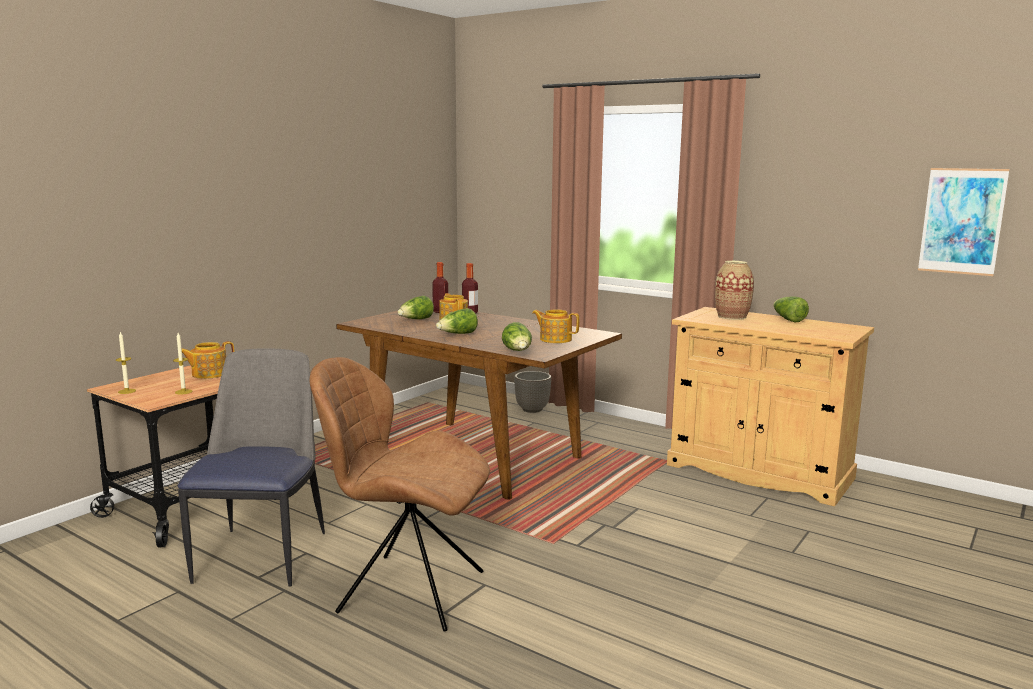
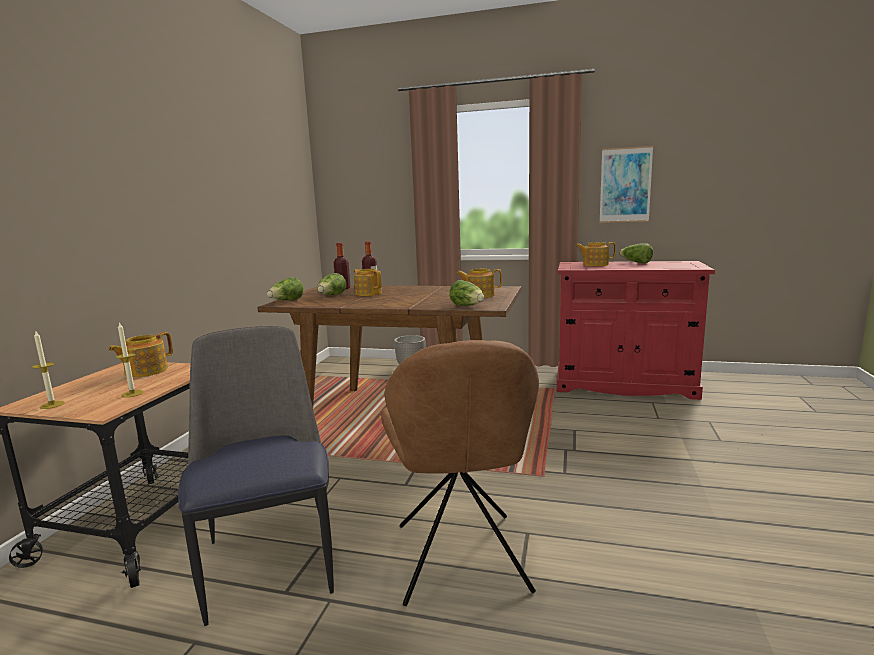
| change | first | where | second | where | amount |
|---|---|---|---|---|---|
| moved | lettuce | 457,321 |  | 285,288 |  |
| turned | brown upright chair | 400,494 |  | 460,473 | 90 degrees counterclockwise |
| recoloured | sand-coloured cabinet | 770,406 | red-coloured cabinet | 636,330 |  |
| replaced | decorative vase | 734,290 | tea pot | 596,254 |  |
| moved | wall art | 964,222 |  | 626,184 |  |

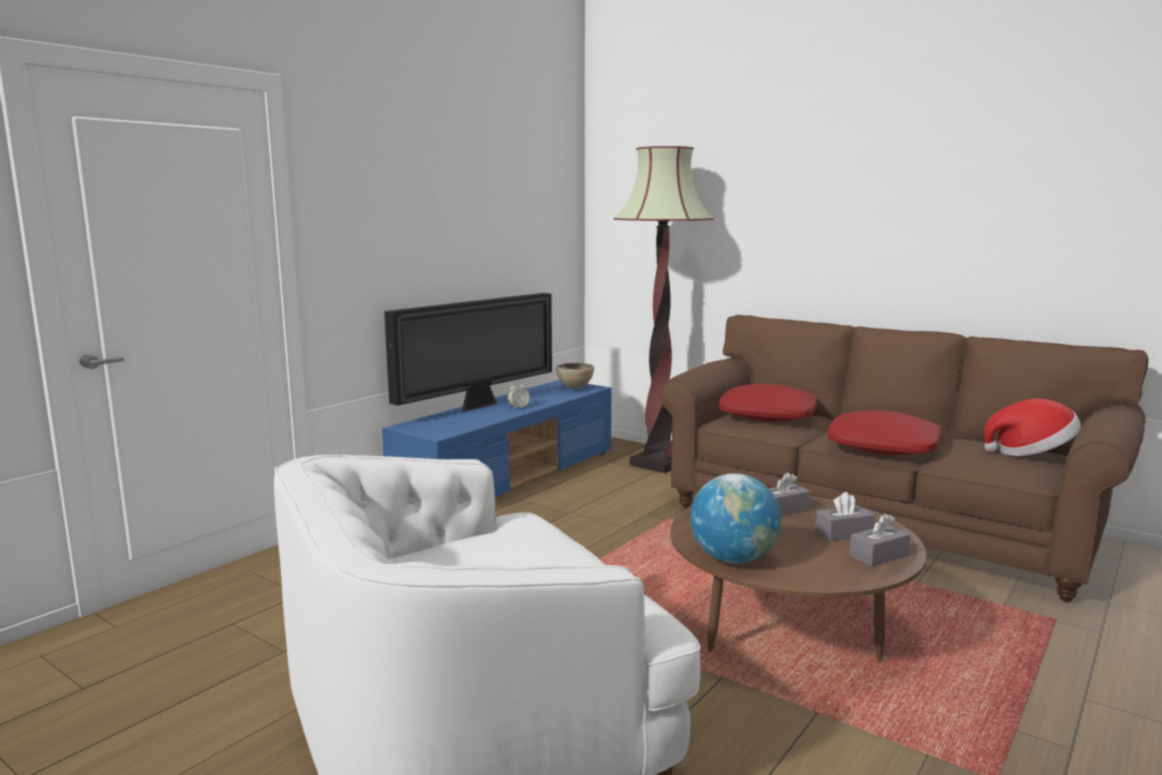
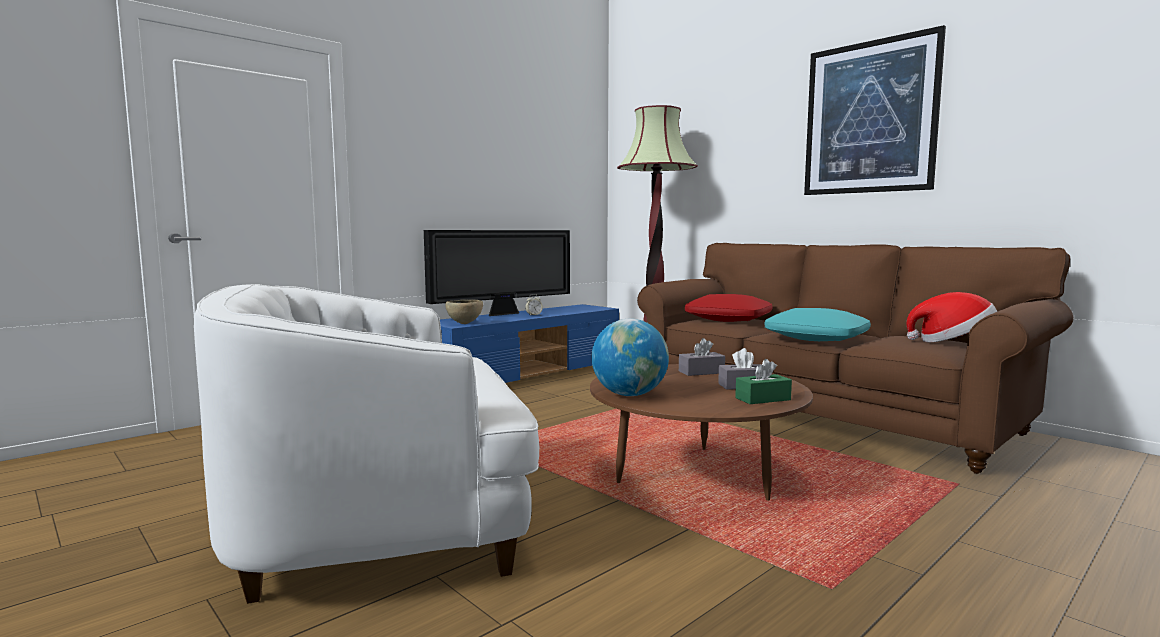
| change | first | where | second | where | amount |
|---|---|---|---|---|---|
| moved | brown serving bowl | 575,376 |  | 464,312 |  |
| recoloured | greyish box of tissues | 879,540 | green box of tissues | 763,381 |  |
| recoloured | red-coloured pillow | 884,432 | blue-green pillow | 817,324 |  |
| added |  |  | wall art | 875,110 |  |

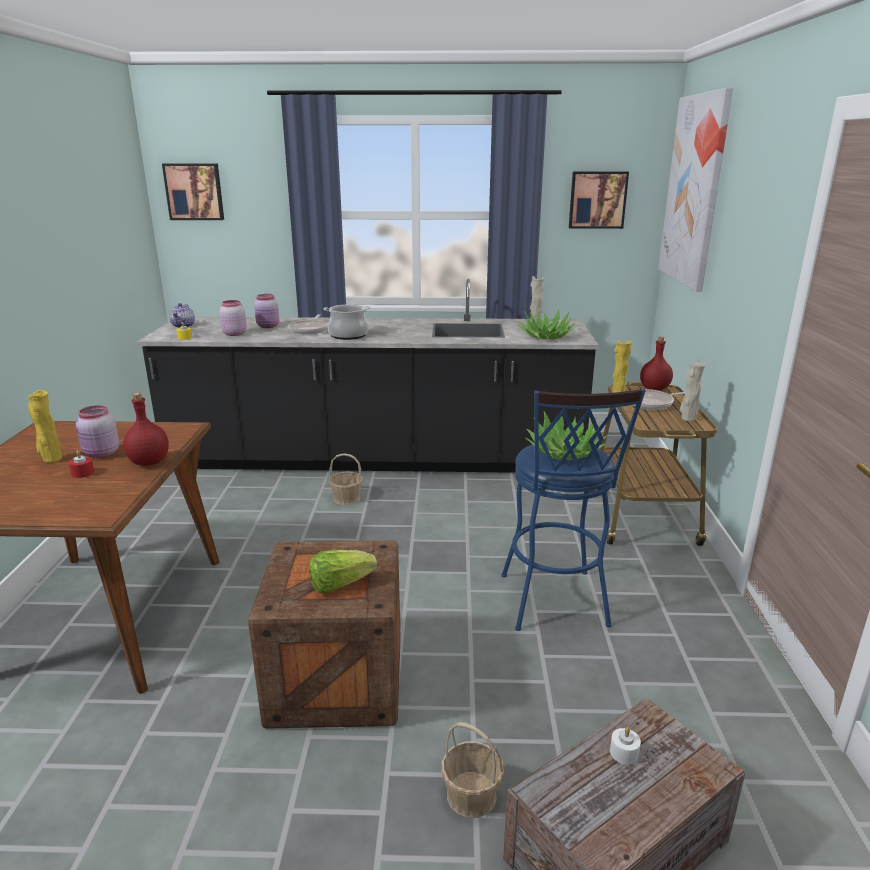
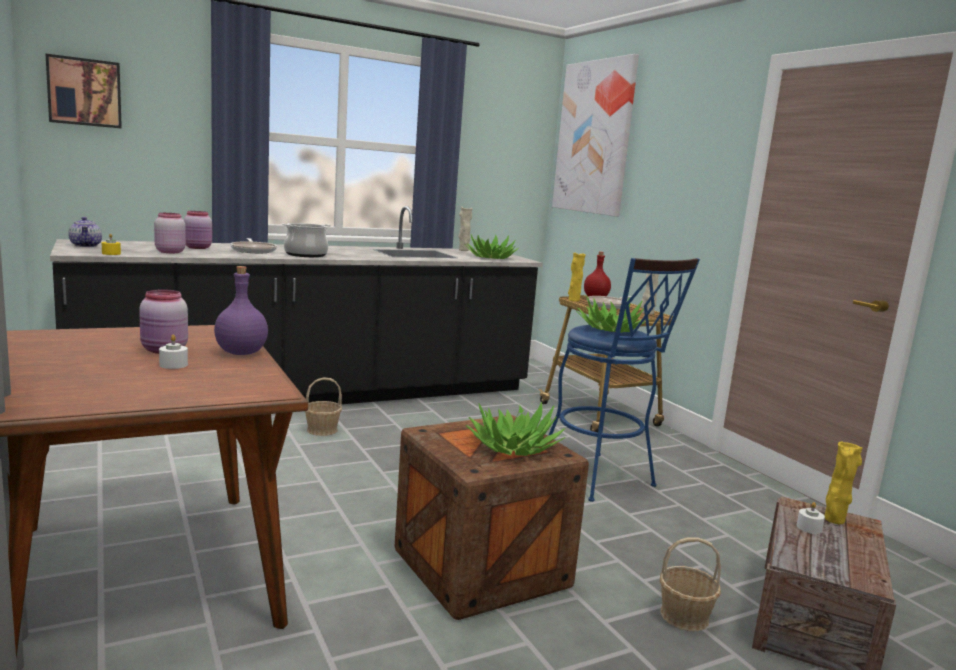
| change | first | where | second | where | amount |
|---|---|---|---|---|---|
| recoloured | red-coloured wax candle | 81,464 | white-coloured wax candle | 173,352 |  |
| recoloured | red-coloured bottle | 146,429 | purplish bottle | 241,310 |  |
| replaced | lettuce | 343,572 | houseplant | 515,429 |  |
| moved | yellow-coloured decorative vase | 45,426 |  | 843,483 |  |
| removed | wall art | 599,200 |  |  |  |

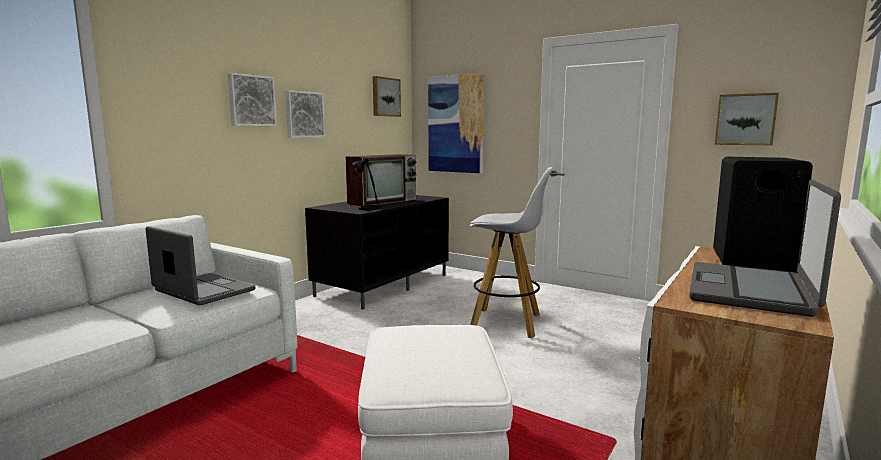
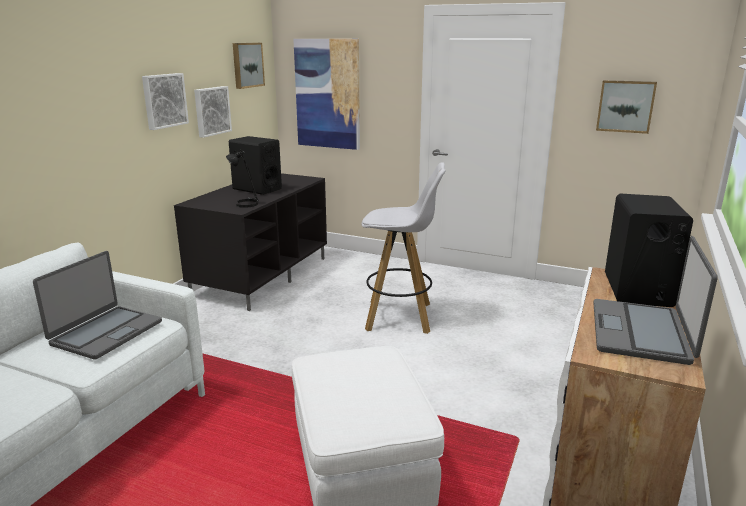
| change | first | where | second | where | amount |
|---|---|---|---|---|---|
| turned | notebook computer | 200,266 |  | 97,305 | 90 degrees clockwise |
| moved | wall art | 252,99 |  | 213,112 |  |
| replaced | TV set | 381,180 | blackish audio speaker | 255,165 |  |

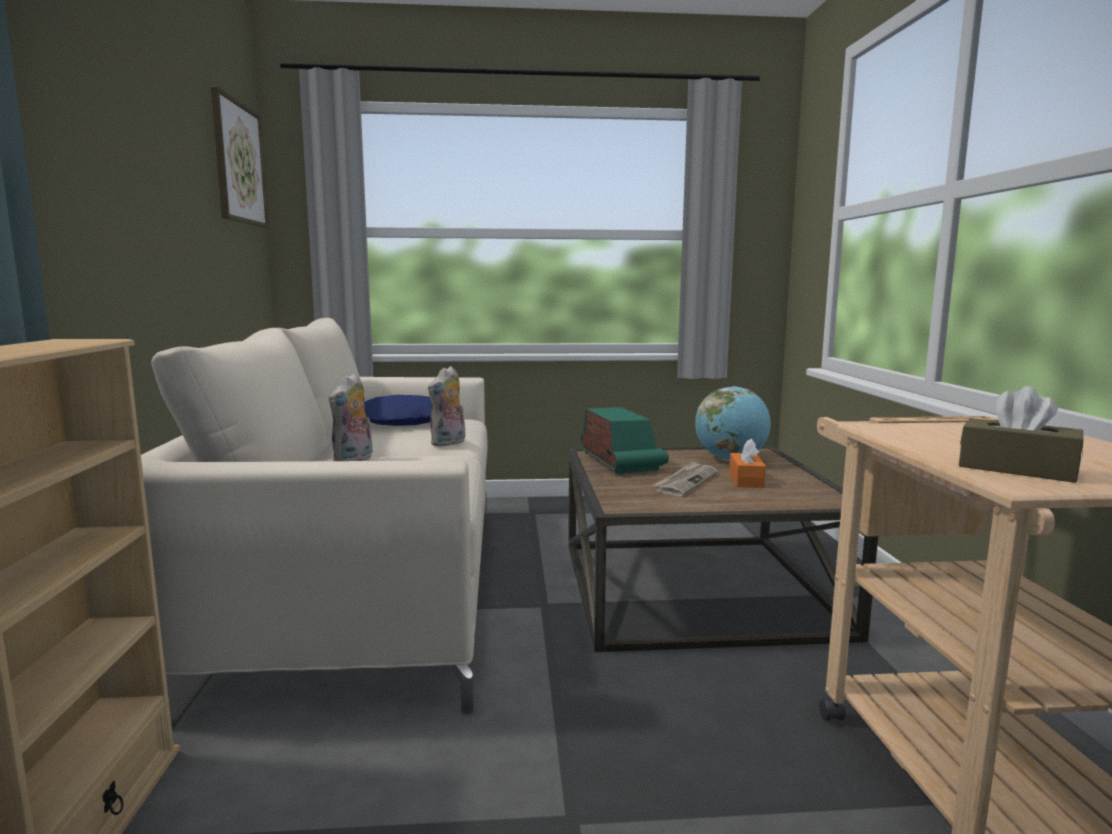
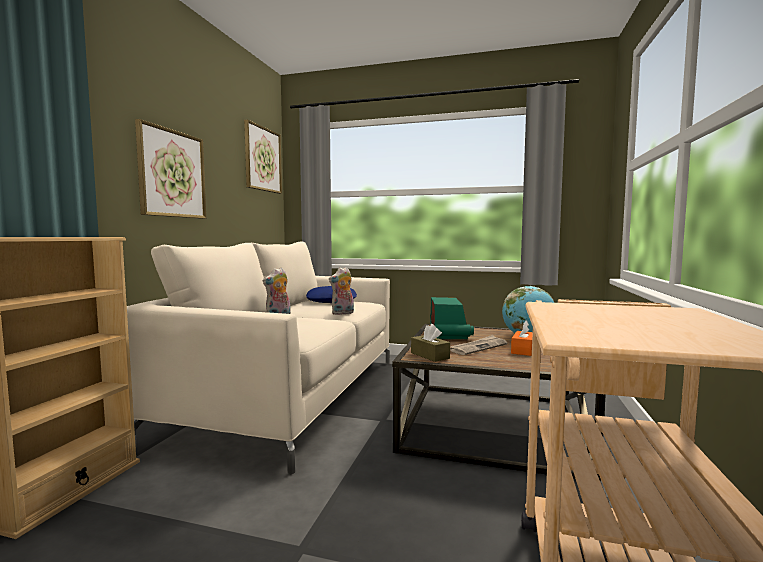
| change | first | where | second | where | amount |
|---|---|---|---|---|---|
| added |  |  | wall art | 170,169 |  |
| moved | brown box of tissues | 1021,434 |  | 430,343 |  |

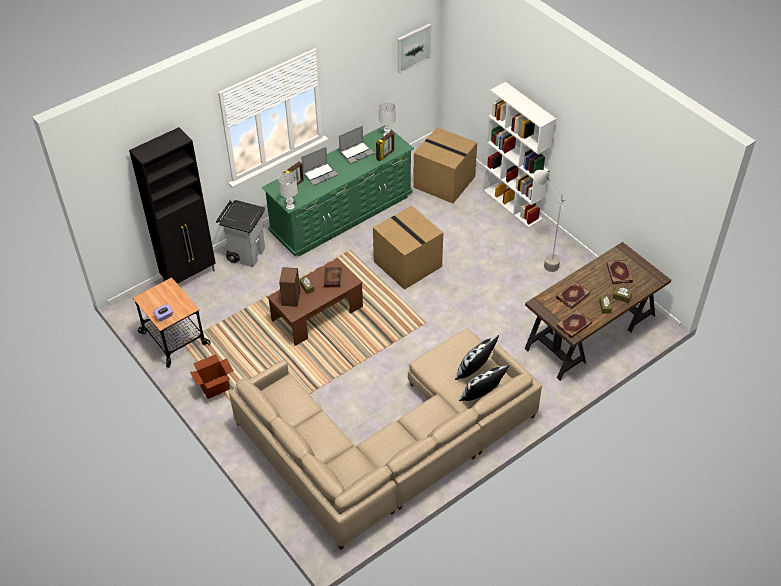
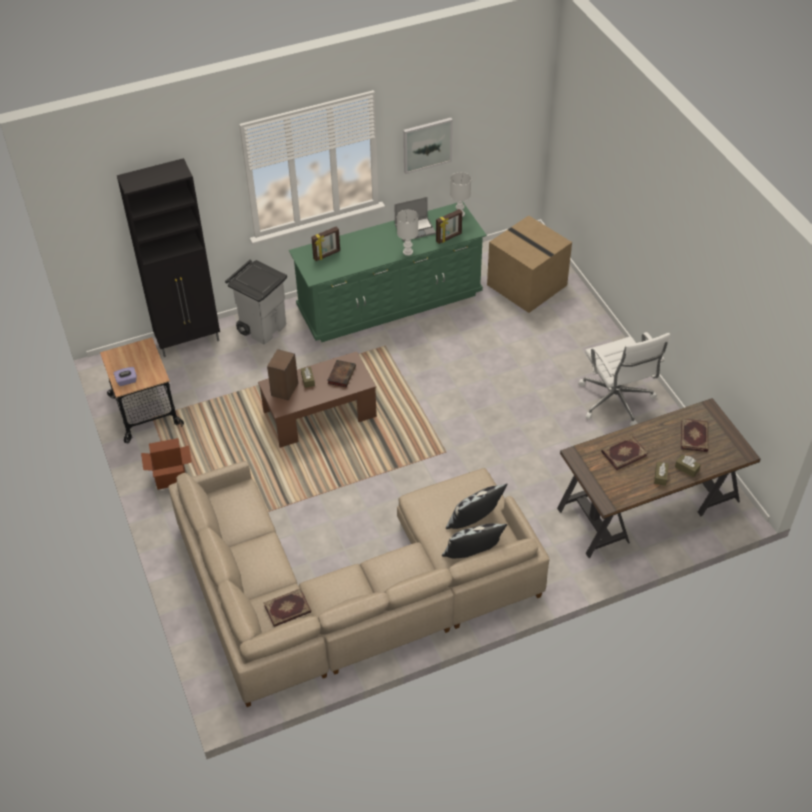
| change | first | where | second | where | amount |
|---|---|---|---|---|---|
| moved | volume | 574,324 |  | 287,607 |  |
| moved | white-coloured table lamp | 288,191 |  | 407,233 |  |
| moved | wall art | 414,48 |  | 428,146 |  |
| replaced | greyish standing lamp | 548,221 | white-coloured desk chair | 624,379 |  |
| removed | notebook computer | 319,166 |  |  |  |
| removed | cardboard box | 408,247 |  |  |  |
| removed | white-coloured bookcase | 519,155 |  |  |  |

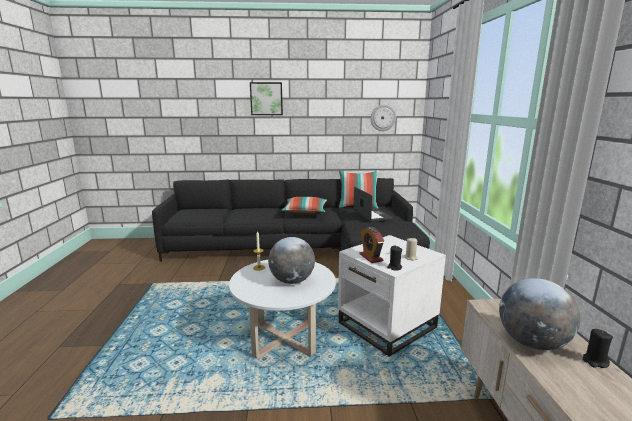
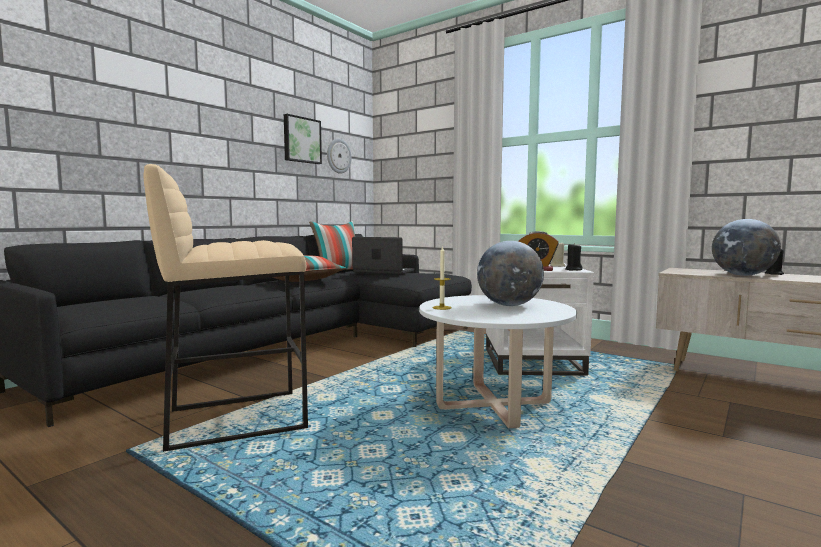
| change | first | where | second | where | amount |
|---|---|---|---|---|---|
| added |  |  | sand-coloured stool | 226,308 |  |
| moved | wall art | 266,98 |  | 303,139 |  |

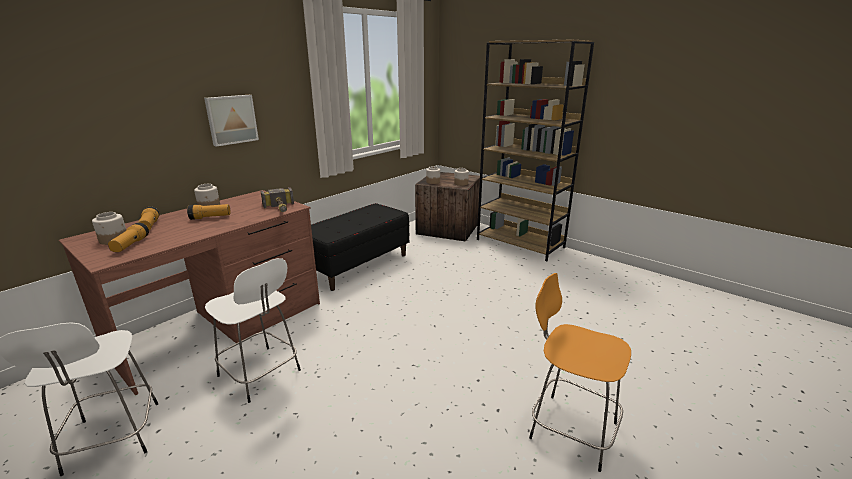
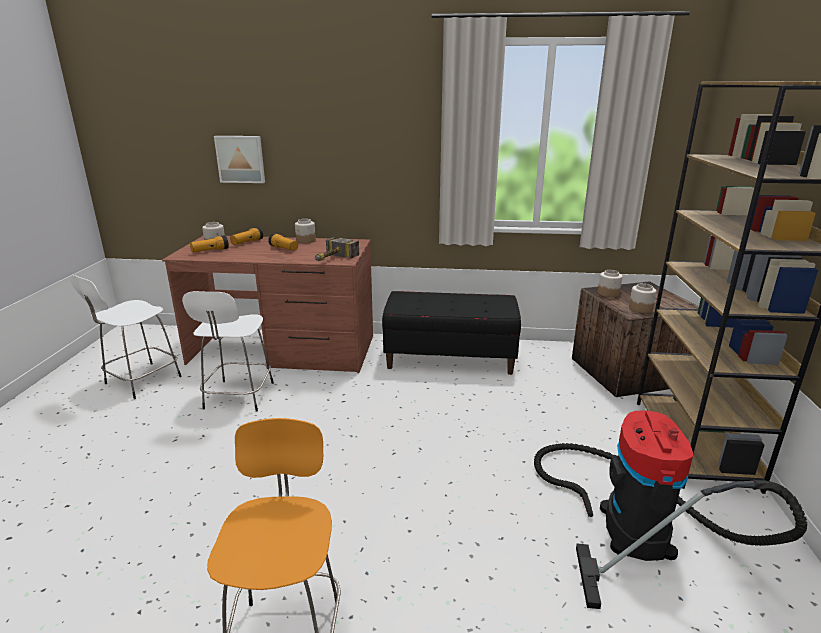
| change | first | where | second | where | amount |
|---|---|---|---|---|---|
| moved | wall art | 231,121 |  | 239,159 |  |
| added |  |  | vacuum | 670,509 |  |

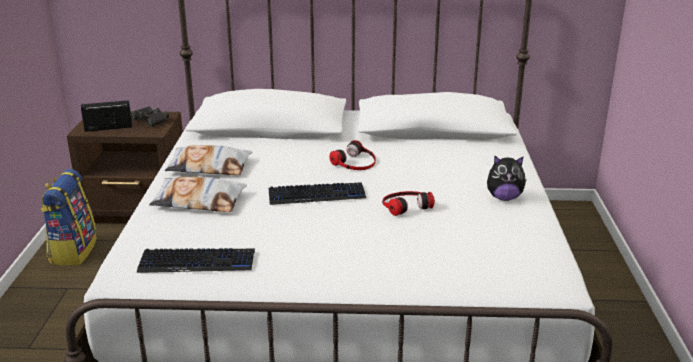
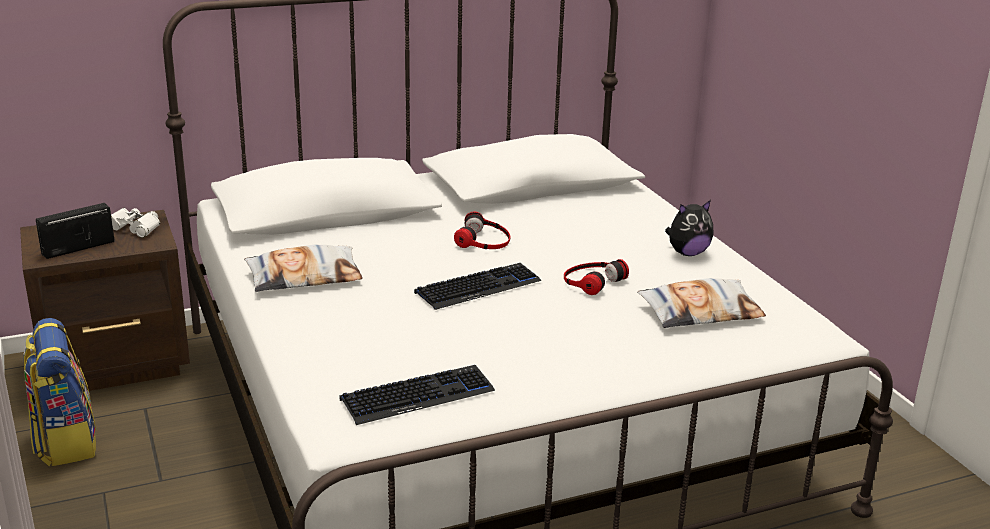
| change | first | where | second | where | amount |
|---|---|---|---|---|---|
| recoloured | blackish binoculars | 150,116 | white-coloured binoculars | 135,223 |  |
| moved | pillow | 198,194 |  | 701,303 |  |

